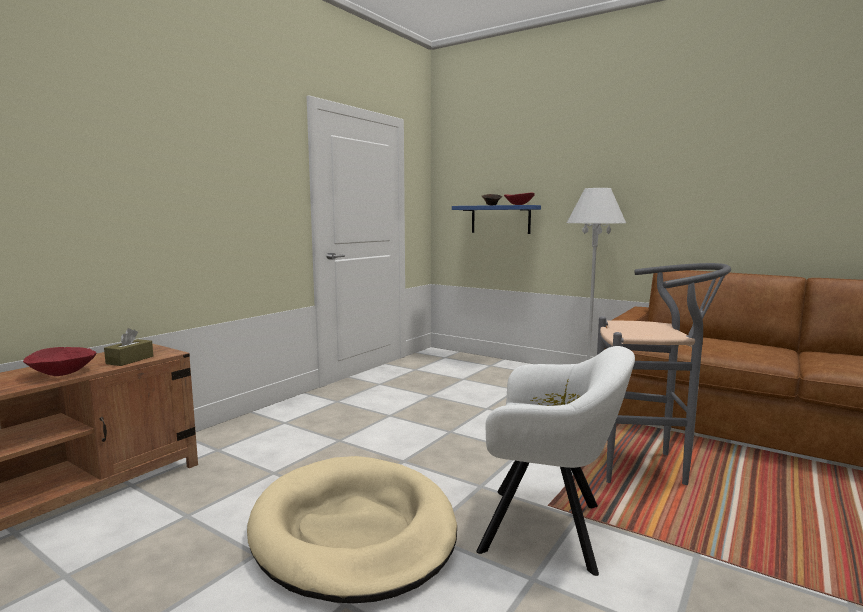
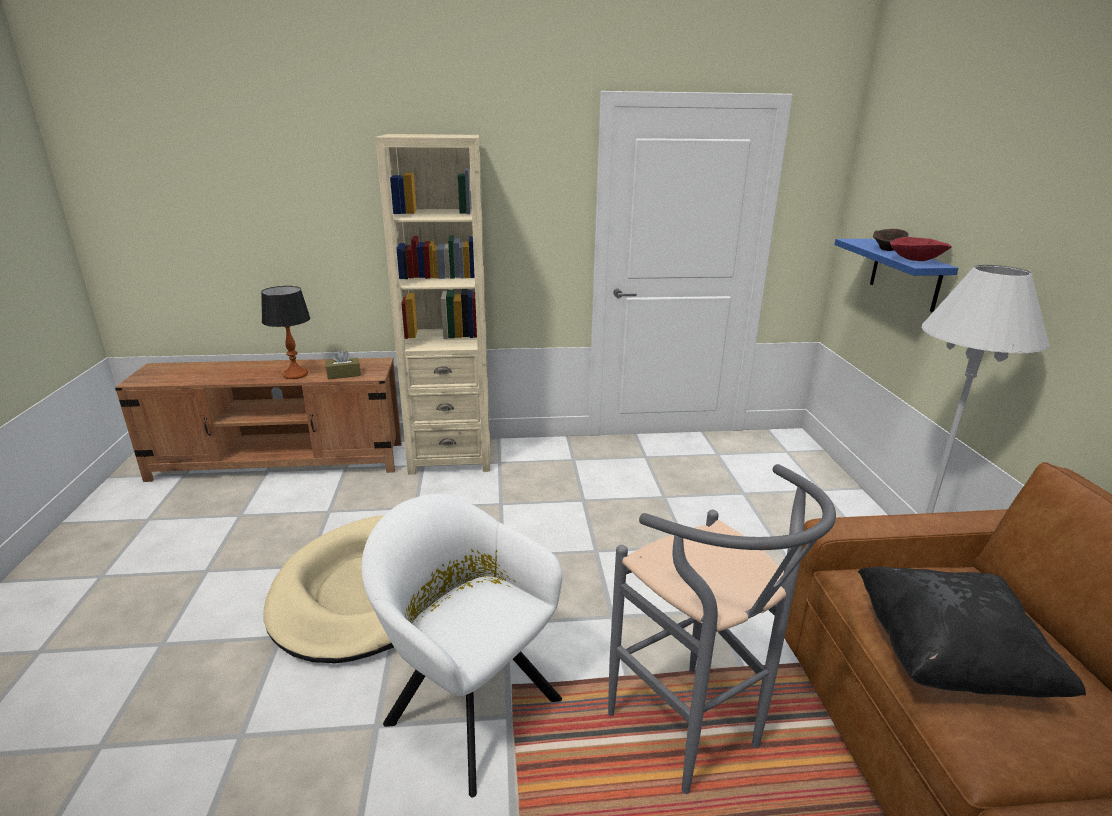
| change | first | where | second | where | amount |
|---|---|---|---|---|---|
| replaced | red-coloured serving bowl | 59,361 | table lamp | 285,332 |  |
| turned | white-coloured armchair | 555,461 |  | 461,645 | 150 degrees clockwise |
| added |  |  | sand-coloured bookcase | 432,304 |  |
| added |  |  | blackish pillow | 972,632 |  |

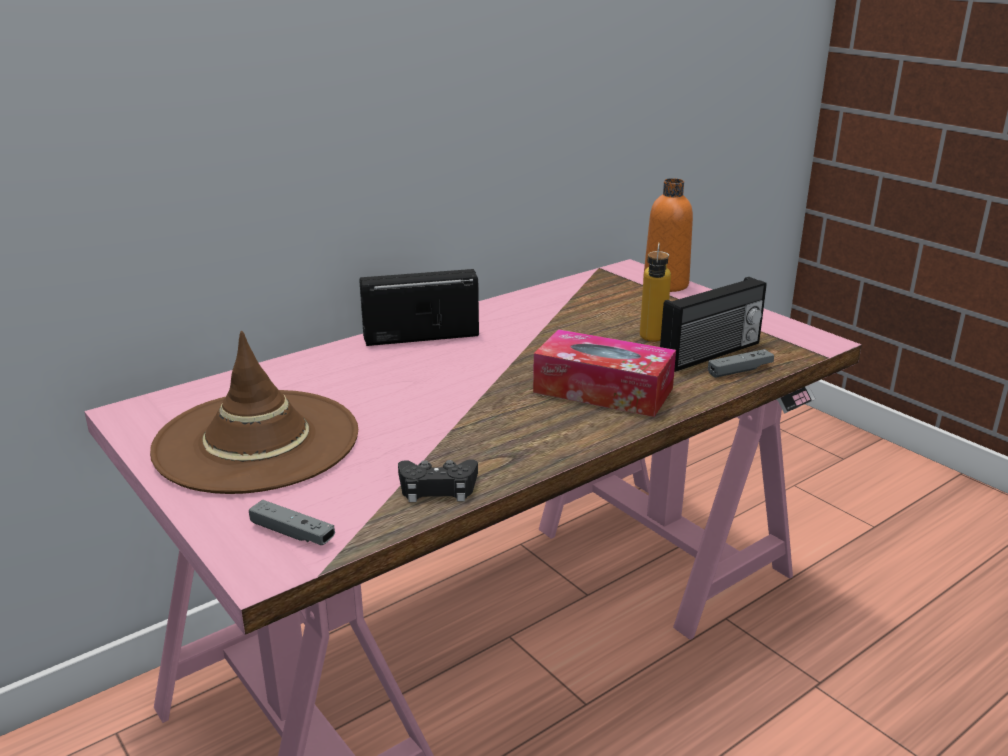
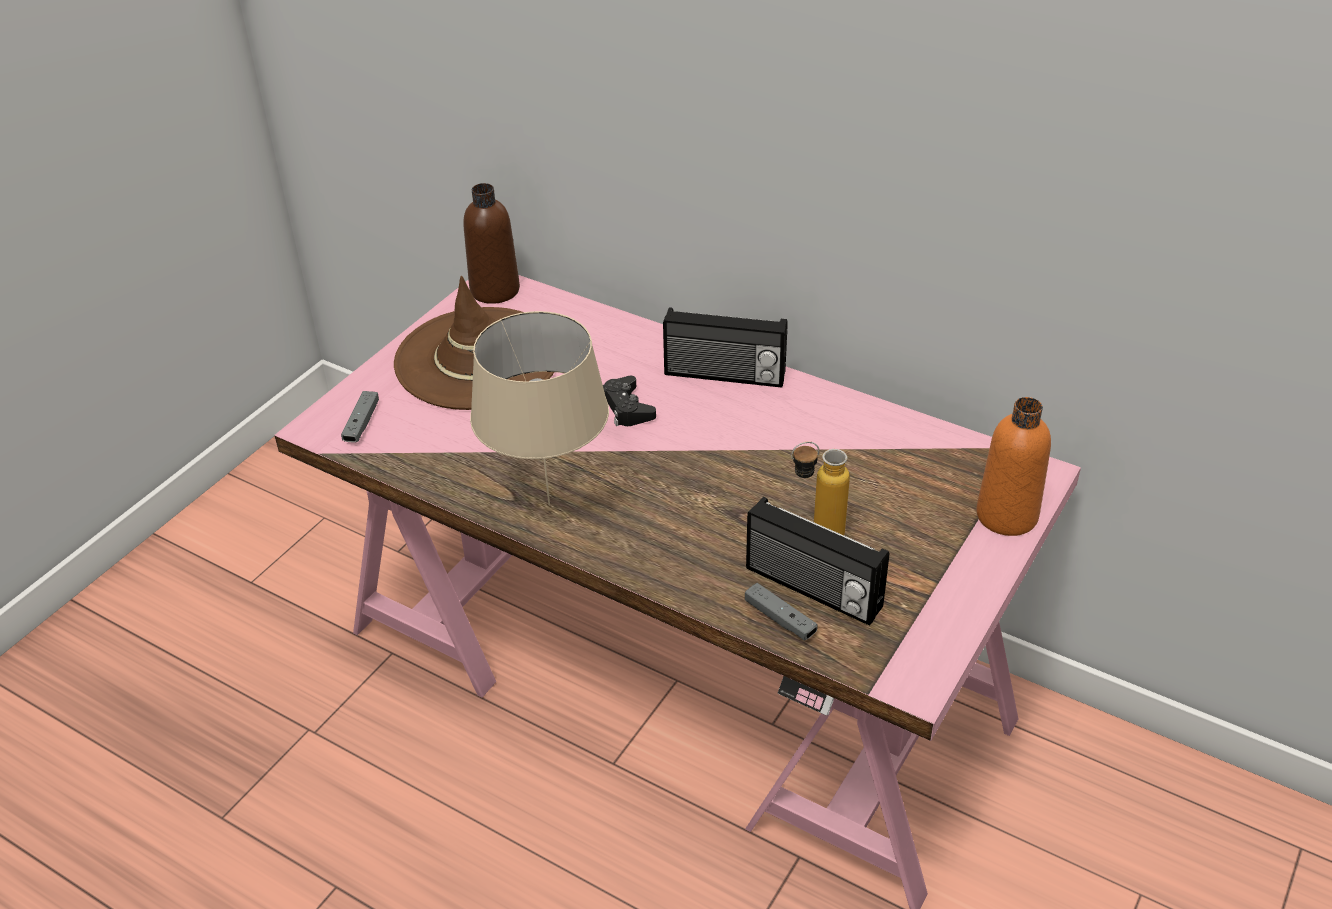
| change | first | where | second | where | amount |
|---|---|---|---|---|---|
| added |  |  | brown bottle | 491,243 |  |
| added |  |  | sand-coloured table lamp | 539,408 |  |
| moved | blackish joypad | 438,480 |  | 629,401 |  |
| turned | radio | 419,307 |  | 725,347 | 135 degrees clockwise |
| removed | box of tissues | 604,373 |  |  |  |

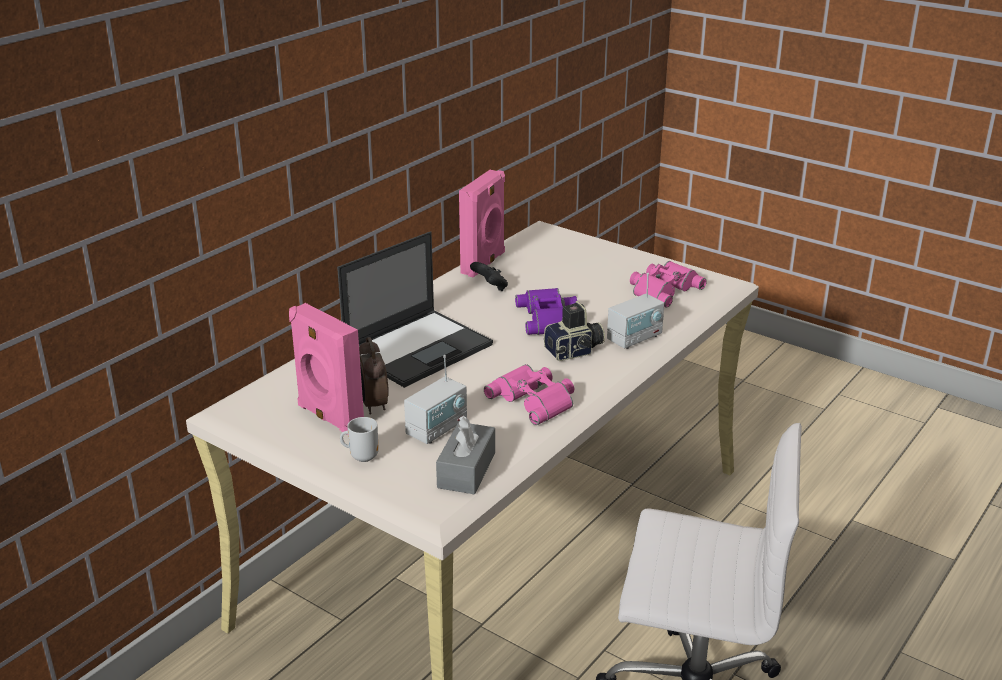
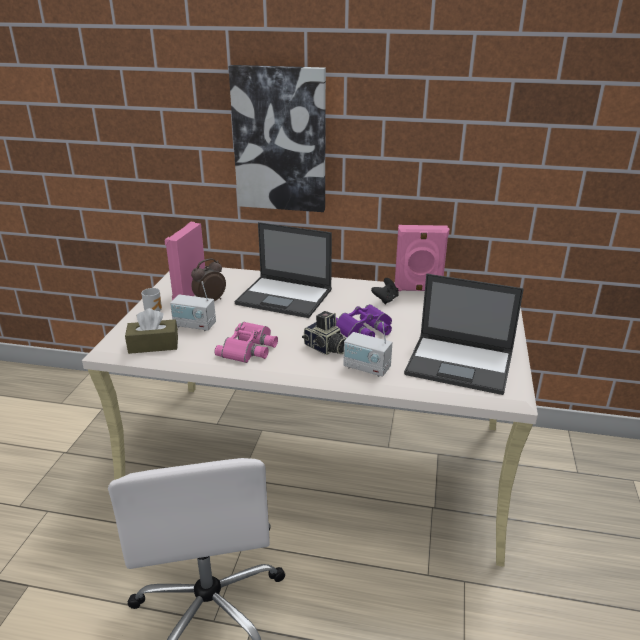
| change | first | where | second | where | amount |
|---|---|---|---|---|---|
| recoloured | greyish box of tissues | 465,455 | brown box of tissues | 151,331 |  |
| added |  |  | wall art | 277,138 |  |
| replaced | pink-coloured binoculars | 668,284 | notebook computer | 464,334 |  |

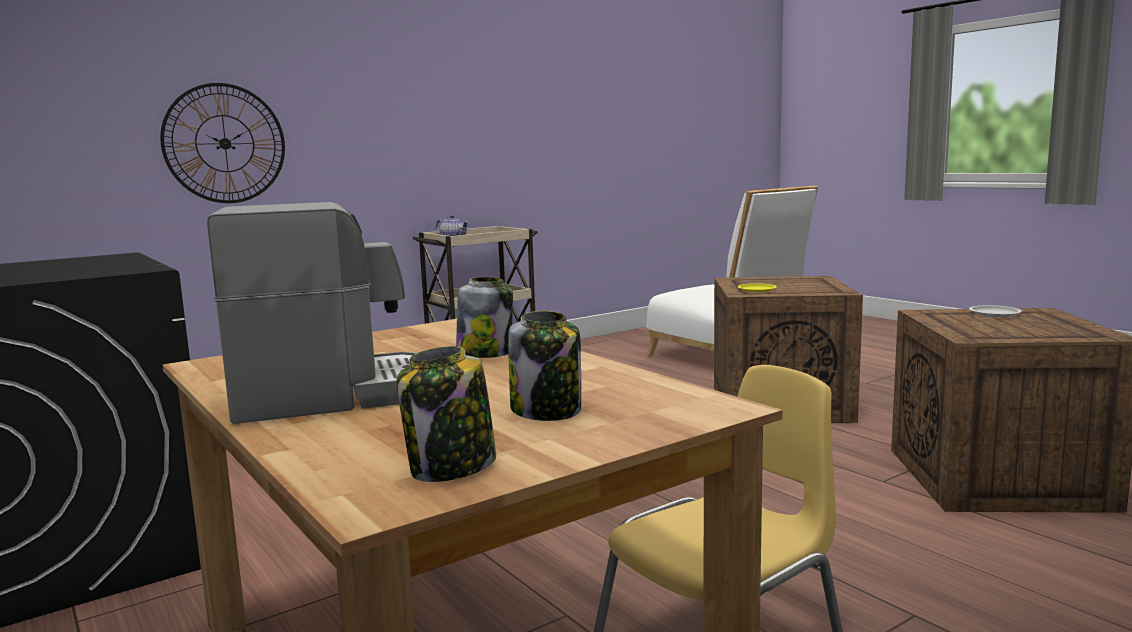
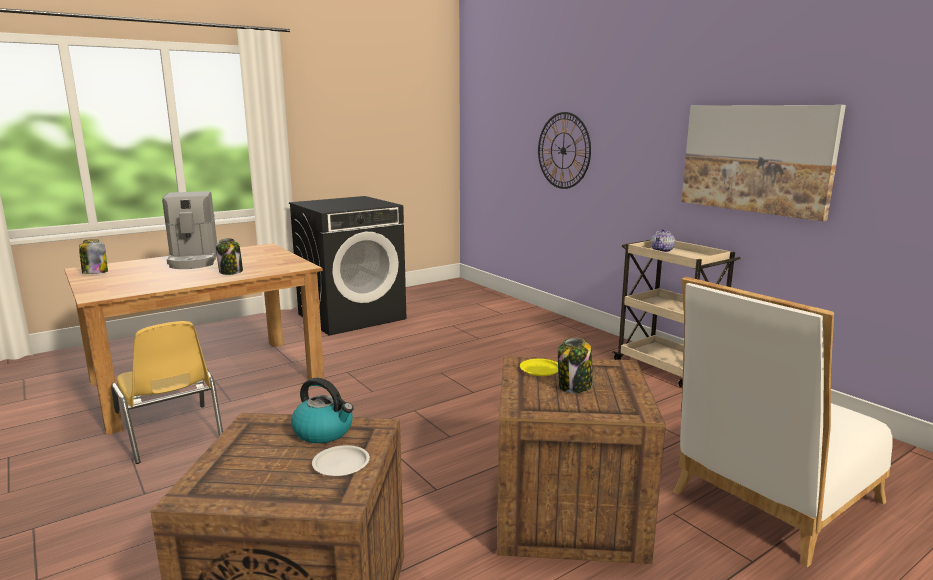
| change | first | where | second | where | amount |
|---|---|---|---|---|---|
| added |  |  | kettle | 322,410 |  |
| moved | preserve jar | 544,366 |  | 575,365 |  |
| added |  |  | wall art | 763,163 |  |

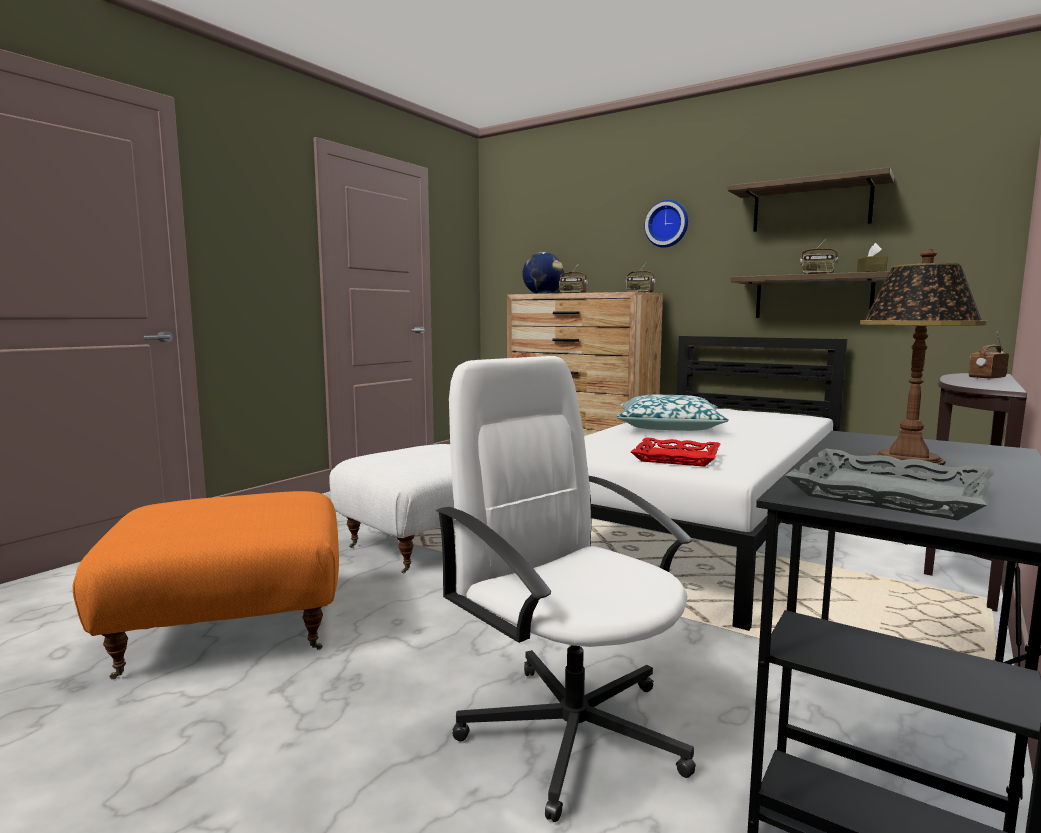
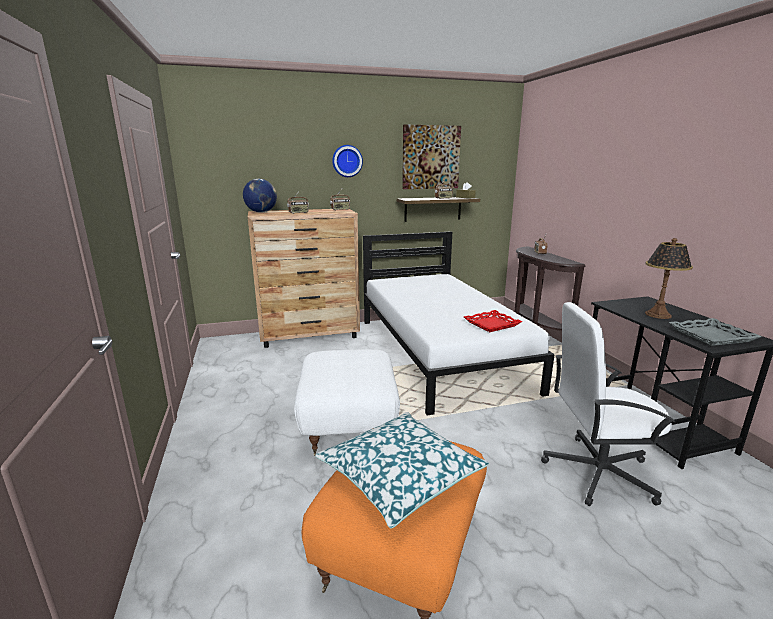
| change | first | where | second | where | amount |
|---|---|---|---|---|---|
| moved | pillow | 672,413 |  | 402,470 |  |
| replaced | wall shelf | 811,199 | wall art | 431,156 |  |

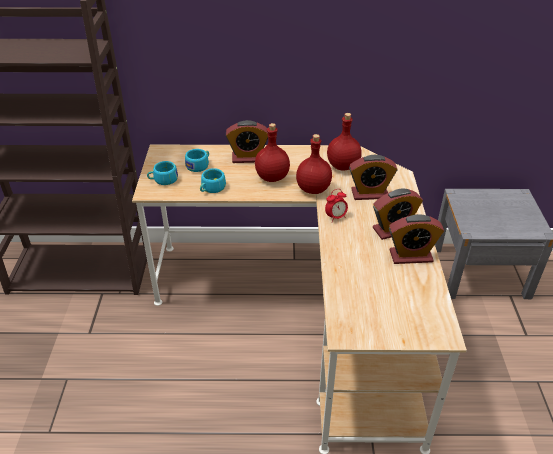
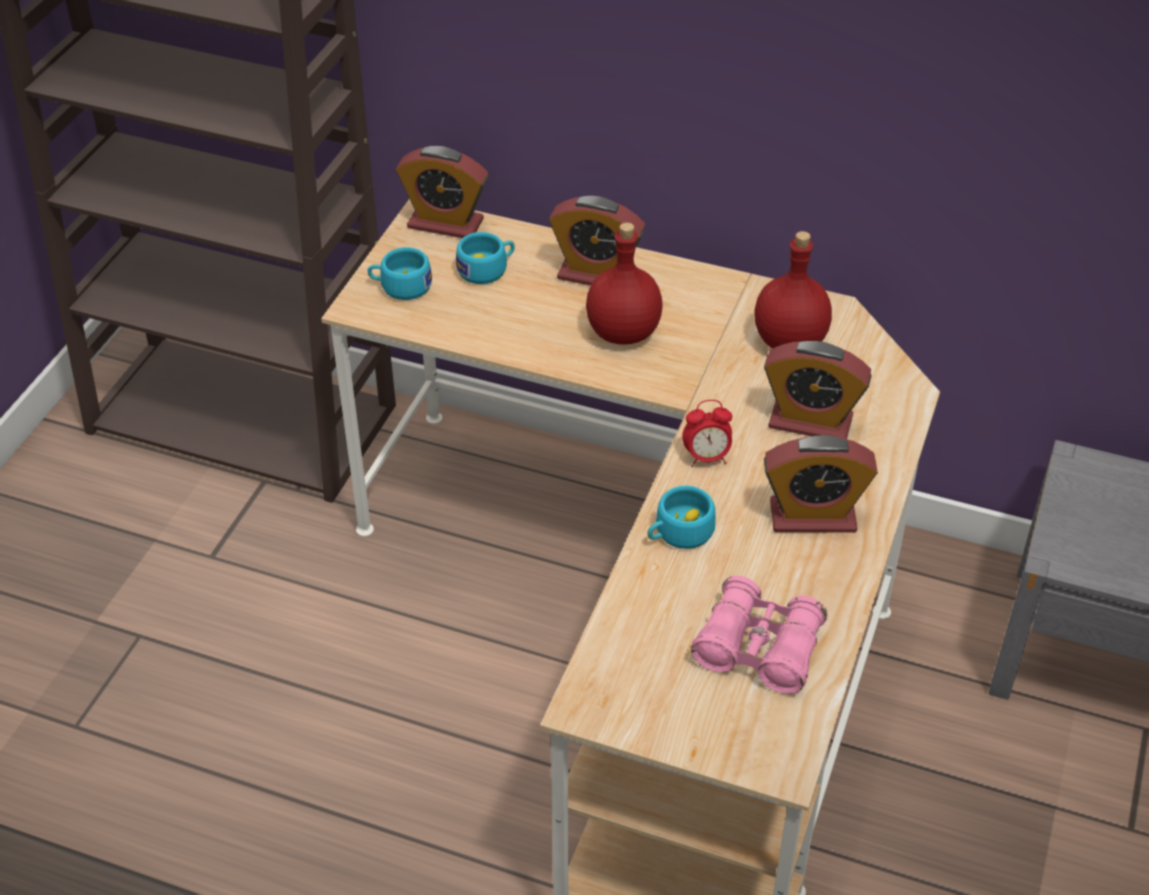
| change | first | where | second | where | amount |
|---|---|---|---|---|---|
| moved | table clock | 416,239 |  | 442,192 |  |
| moved | blue-green small cup | 213,180 |  | 681,517 |  |
| added |  |  | pink-coloured binoculars | 759,635 |  |
| removed | red-coloured bottle | 314,164 |  |  |  |

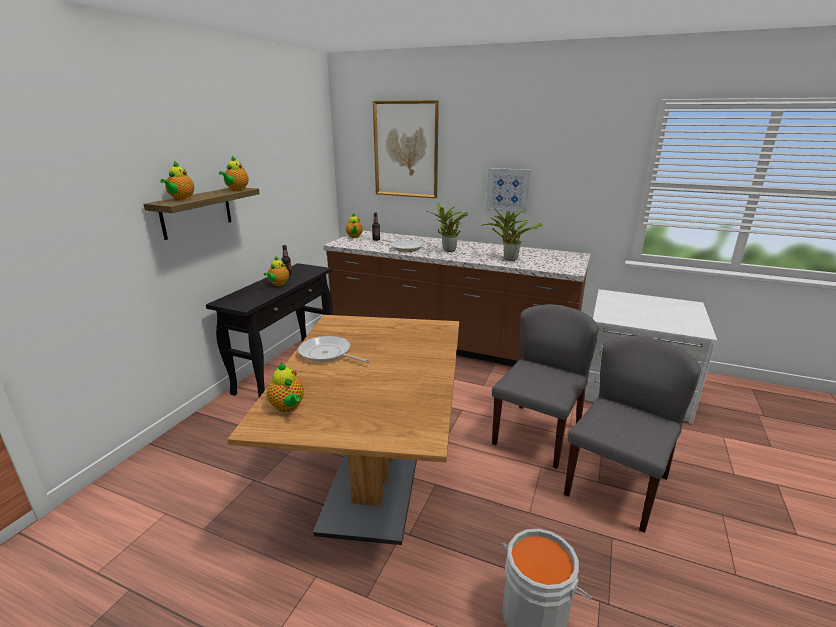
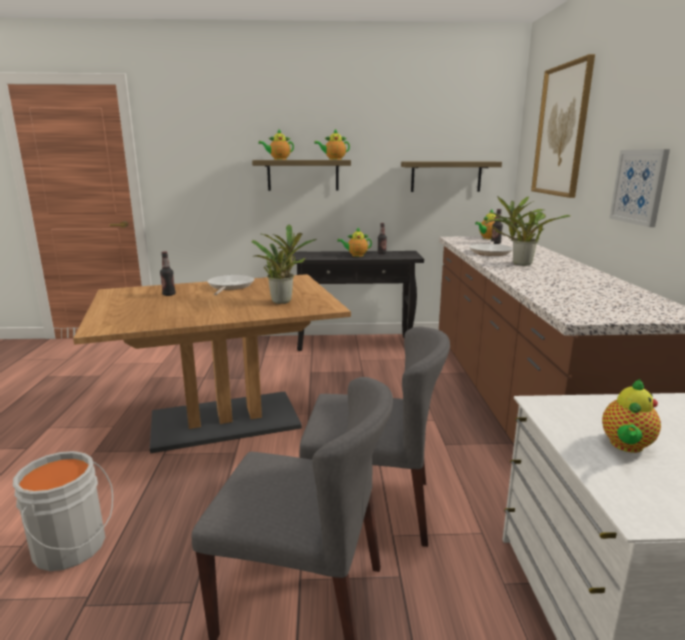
| change | first | where | second | where | amount |
|---|---|---|---|---|---|
| added |  |  | bottle | 167,274 |  |
| moved | houseplant | 512,234 |  | 284,264 |  |
| added |  |  | wall shelf | 451,177 |  |
| moved | tea pot | 285,387 |  | 631,416 |  |

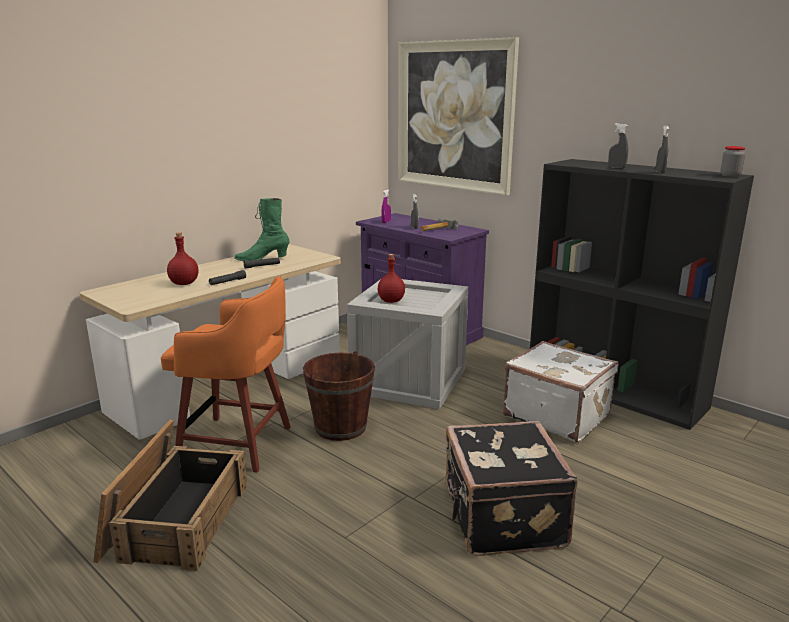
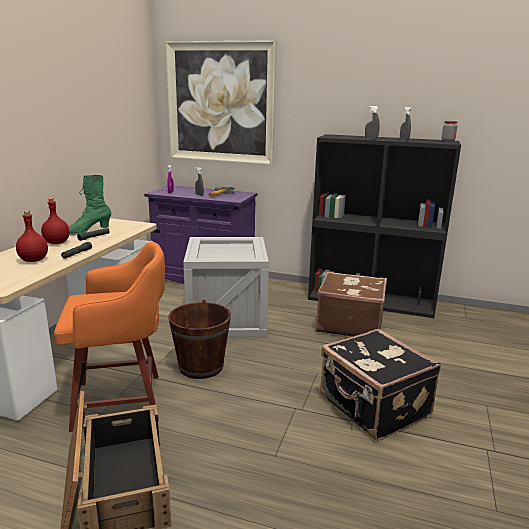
| change | first | where | second | where | amount |
|---|---|---|---|---|---|
| moved | red-coloured bottle | 391,278 |  | 55,221 |  |
| recoloured | white-coloured suitcase | 561,391 | brown suitcase | 351,304 |  |

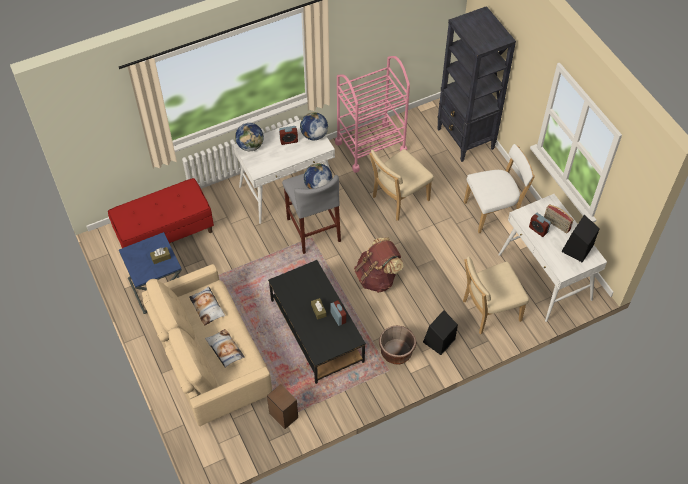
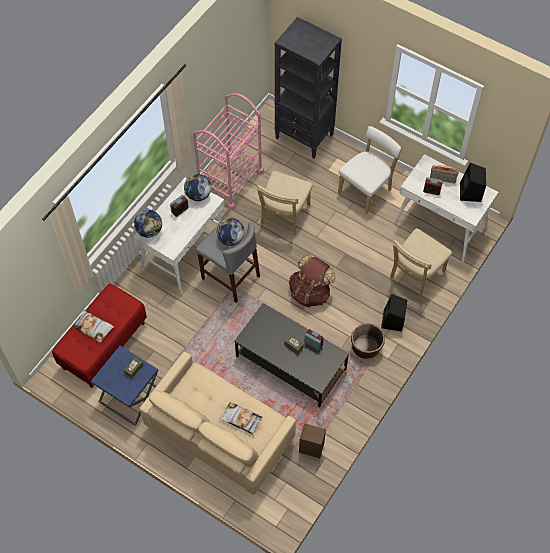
| change | first | where | second | where | amount |
|---|---|---|---|---|---|
| moved | pillow | 207,306 |  | 93,326 |  |

